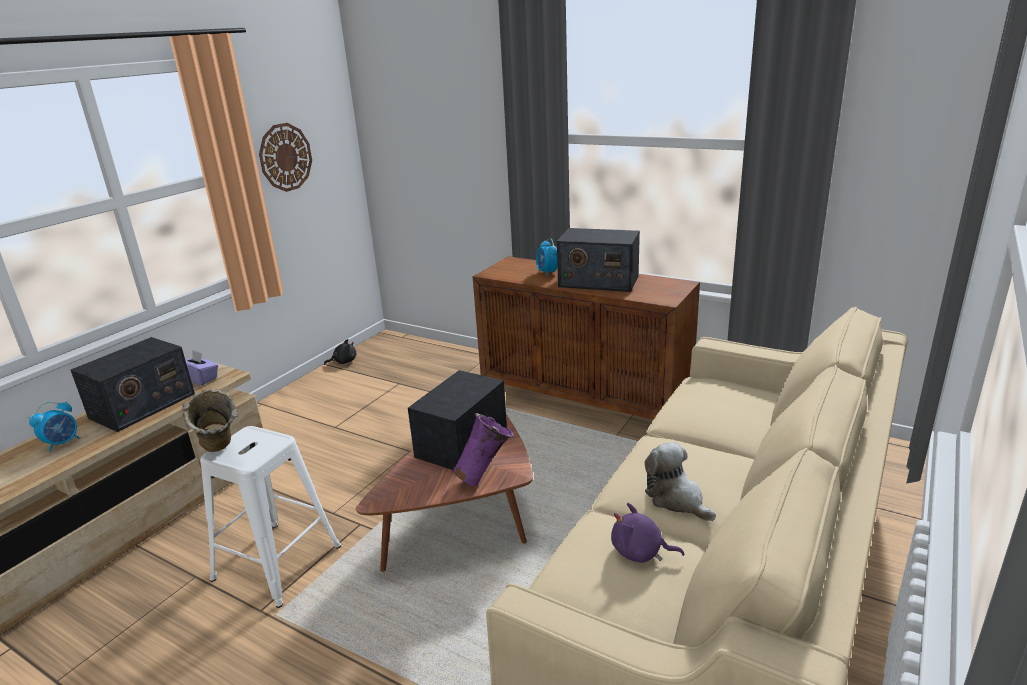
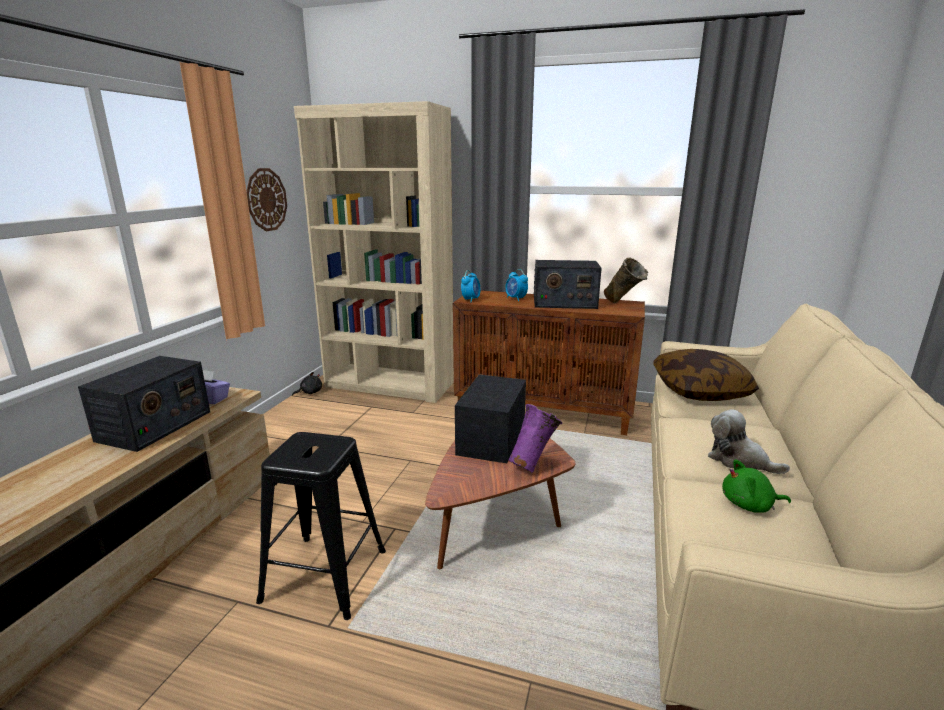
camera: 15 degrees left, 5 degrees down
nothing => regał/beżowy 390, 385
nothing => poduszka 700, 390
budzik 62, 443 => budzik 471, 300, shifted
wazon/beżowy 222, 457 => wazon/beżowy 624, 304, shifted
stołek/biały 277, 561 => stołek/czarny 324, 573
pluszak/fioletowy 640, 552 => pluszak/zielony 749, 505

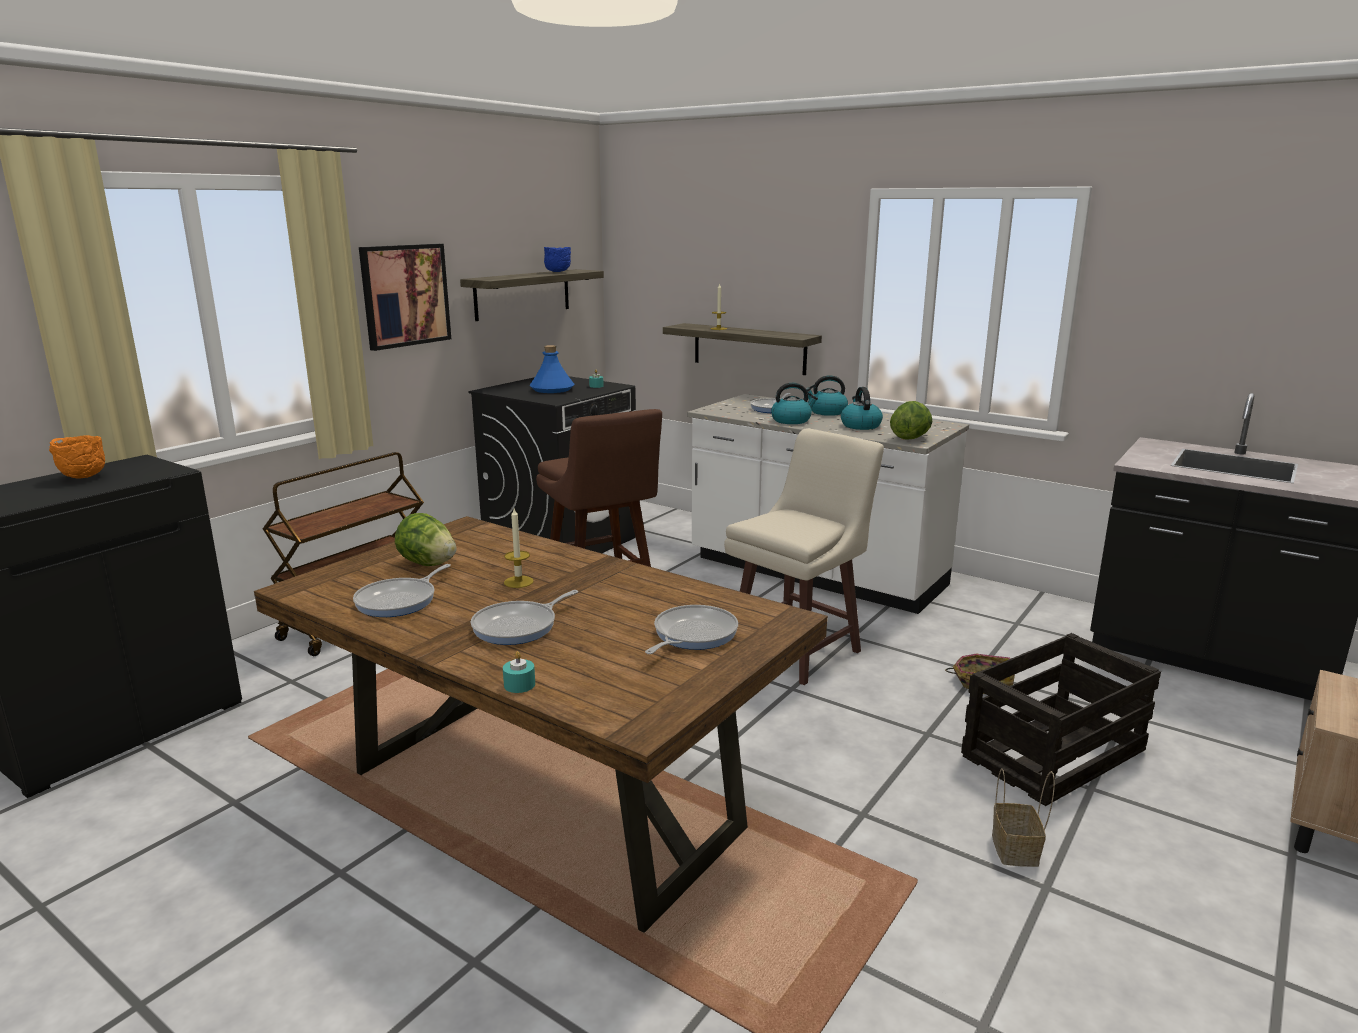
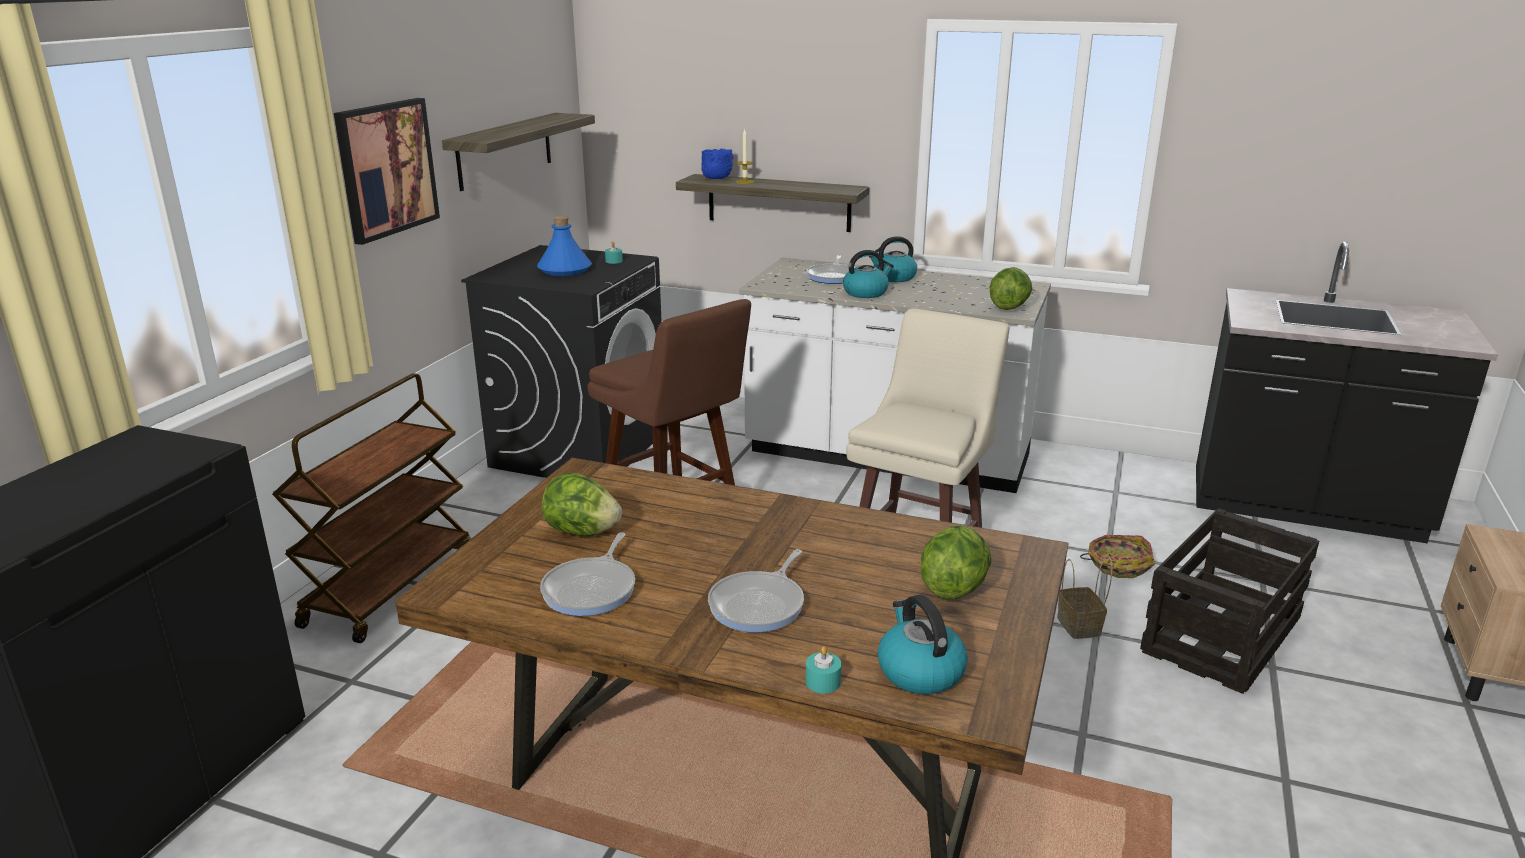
camera: 15 degrees left, 5 degrees up
miska/pomarańczowy 83, 478 => nothing
świeca 518, 582 => nothing
miska/niebieski 557, 272 => miska/niebieski 716, 179, shifted
czajnik 860, 425 => czajnik 919, 671, shifted
koszyk 1016, 851 => koszyk 1080, 626, shifted
patelnia 692, 635 => sałata 953, 587

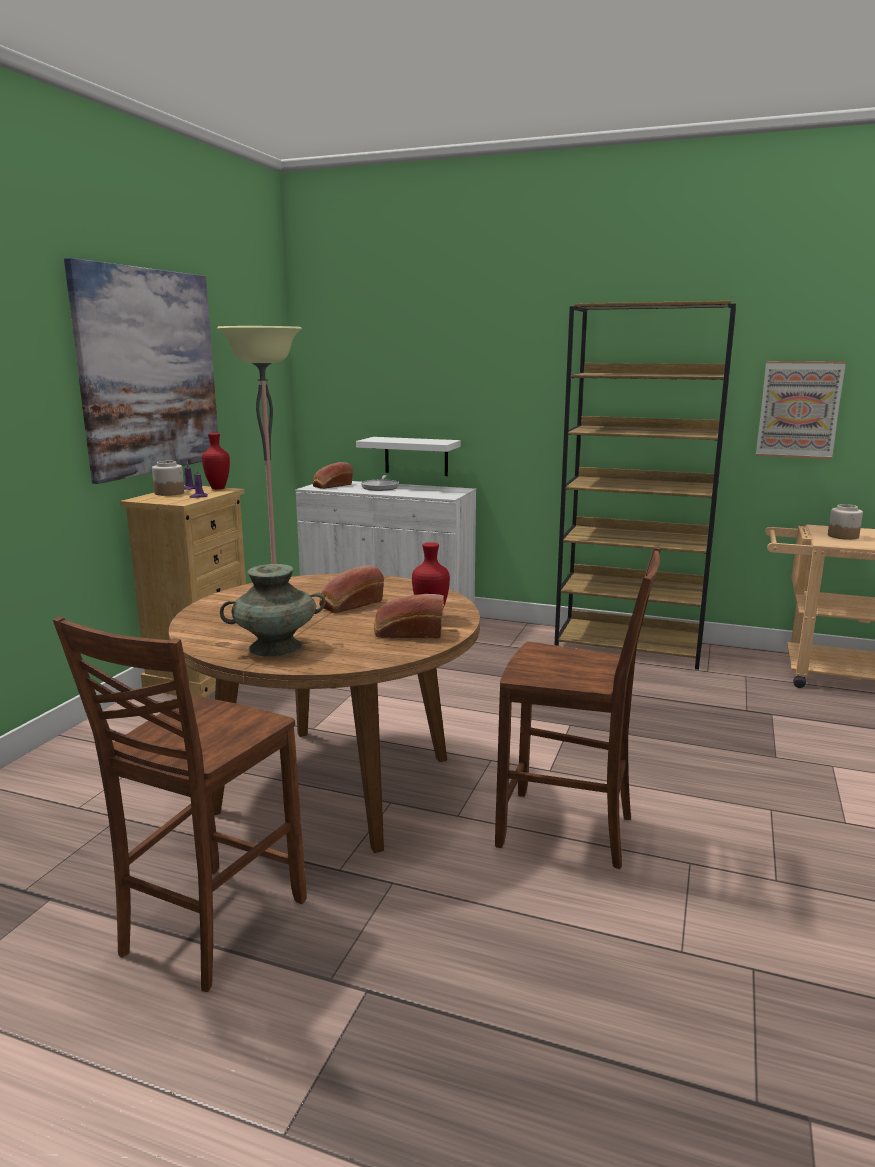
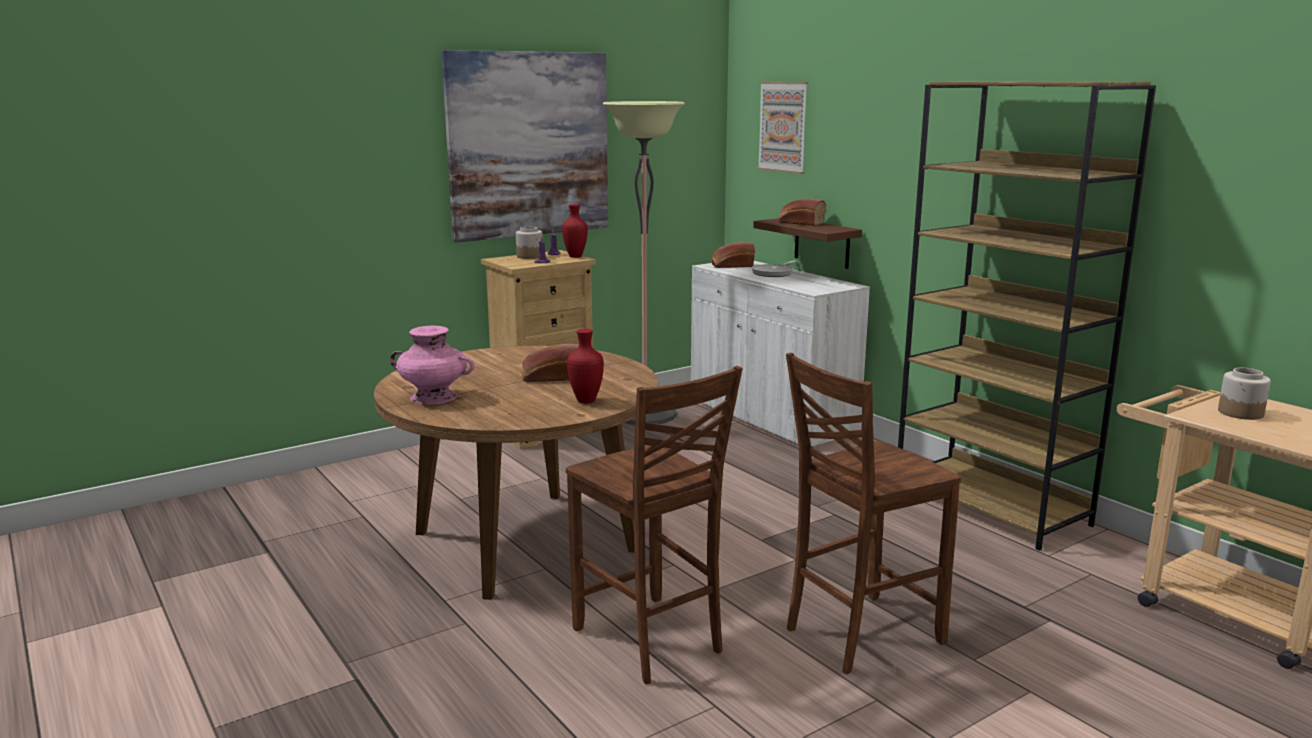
camera: 35 degrees right, 0 degrees up
krzesło/brązowy 209, 927 => krzesło/brązowy 859, 634, shifted
chleb 408, 633 => chleb 800, 223, shifted
obraz 799, 409 => obraz 783, 127, shifted
wazon/turkusowy 276, 647 => wazon/różowy 434, 397
półka/biały 416, 456 => półka/brązowy 822, 243

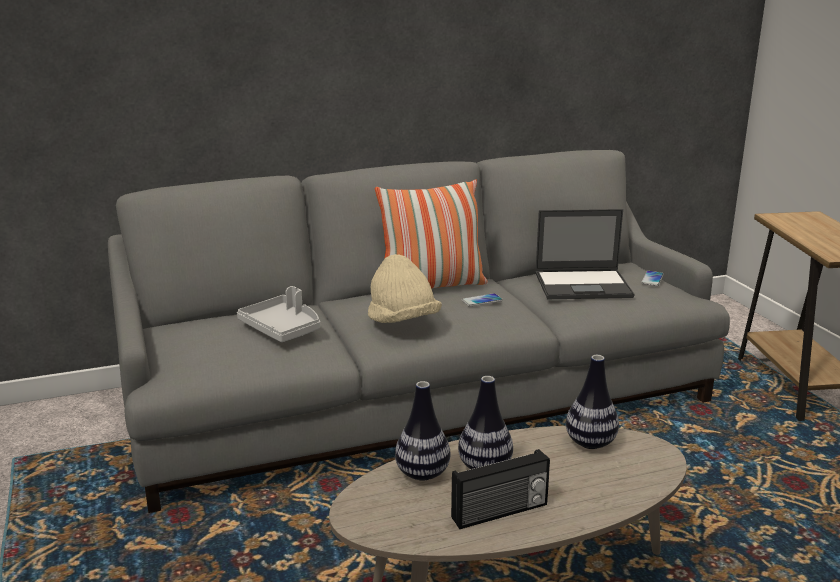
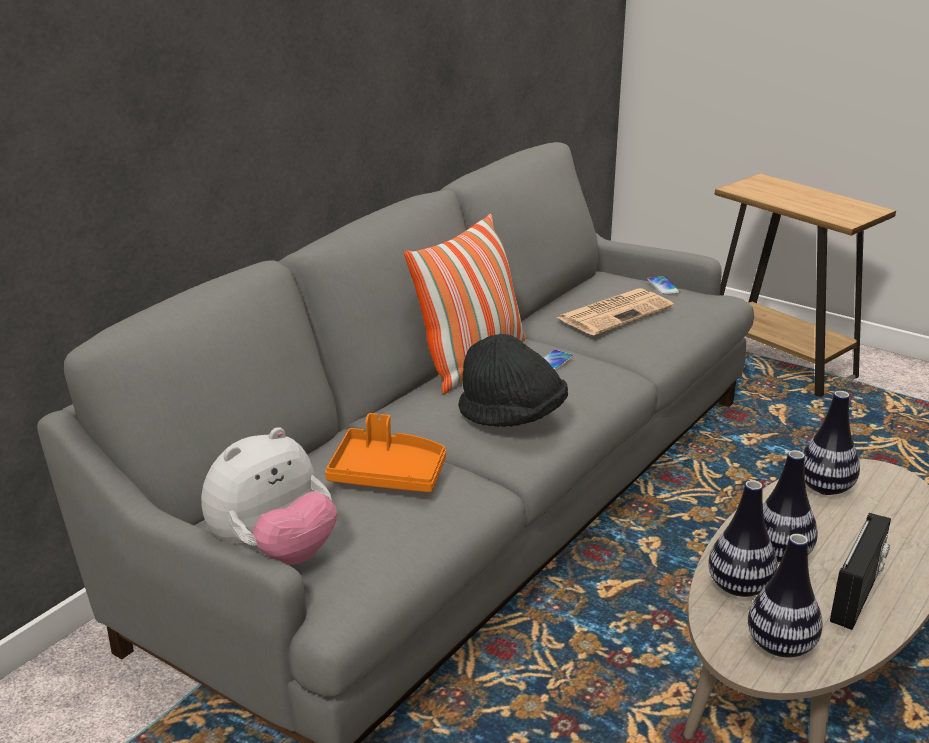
camera: 35 degrees left, 5 degrees up
nothing => pluszak 274, 552
nothing => wazon 780, 646
laptop 584, 285 => gazeta 615, 312
taca/szary 283, 328 => taca/pomarańczowy 388, 474
kapelusz/beżowy 402, 322 => kapelusz/czarny 512, 417

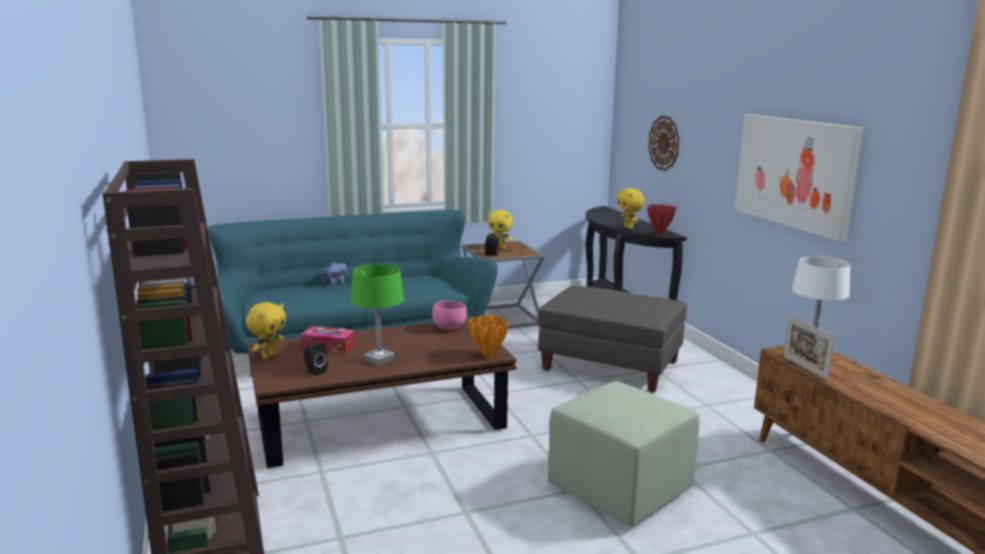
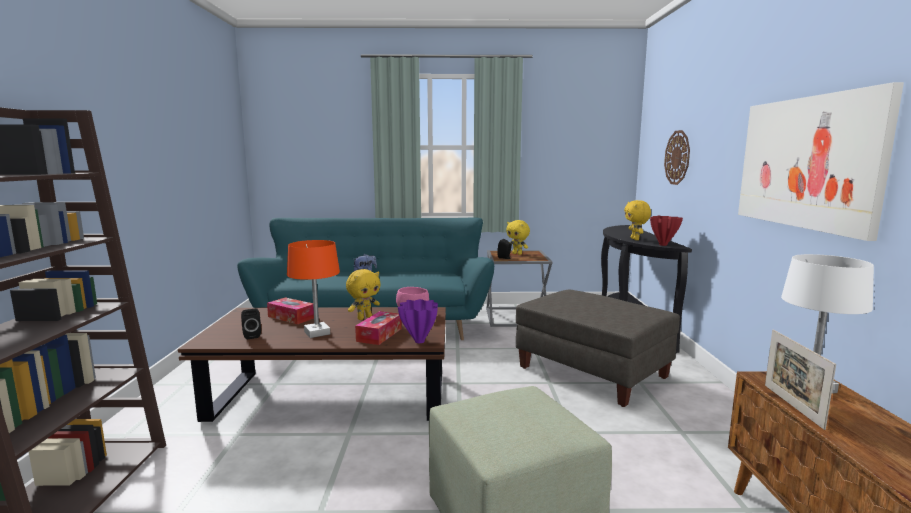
camera: 20 degrees right, 5 degrees down
nothing => pudełko chusteczek 379, 335
pluszak/żółty 269, 356 => pluszak/żółty 364, 318, shifted
lampa stołowa/zielony 379, 360 => lampa stołowa/pomarańczowy 317, 333
wazon/pomarańczowy 487, 355 => wazon/fioletowy 419, 341

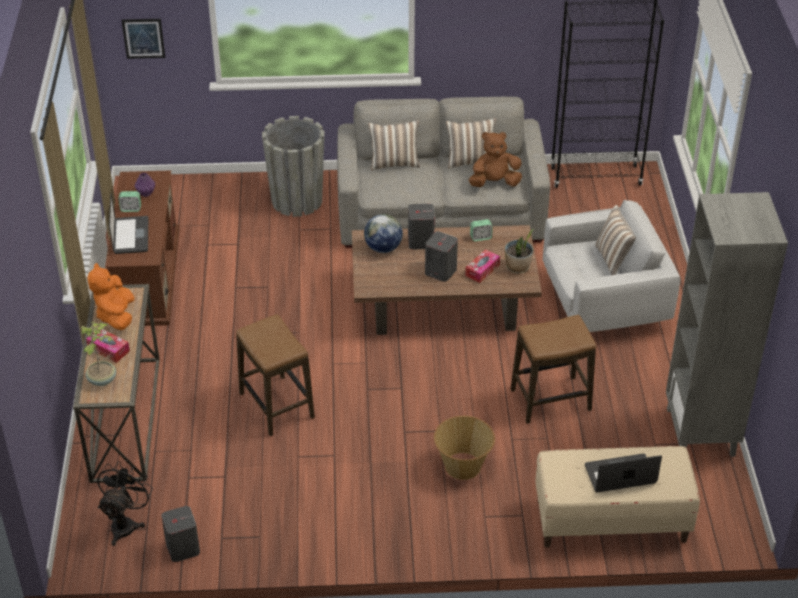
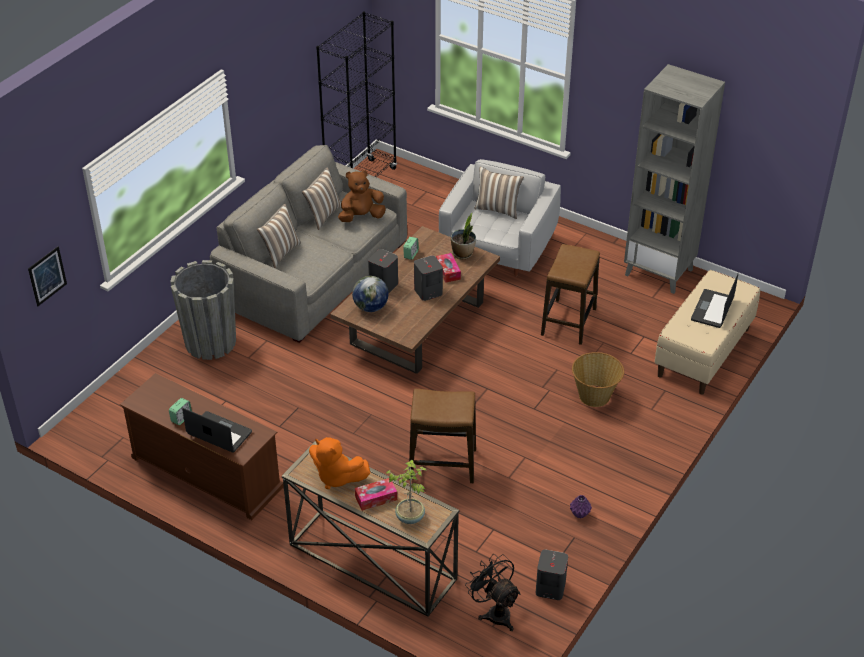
camera: 55 degrees left, 0 degrees up
wazon/fioletowy 146, 193 => wazon/fioletowy 580, 514, shifted
pluszak/brązowy 494, 183 => pluszak/brązowy 361, 217, 45 degrees clockwise

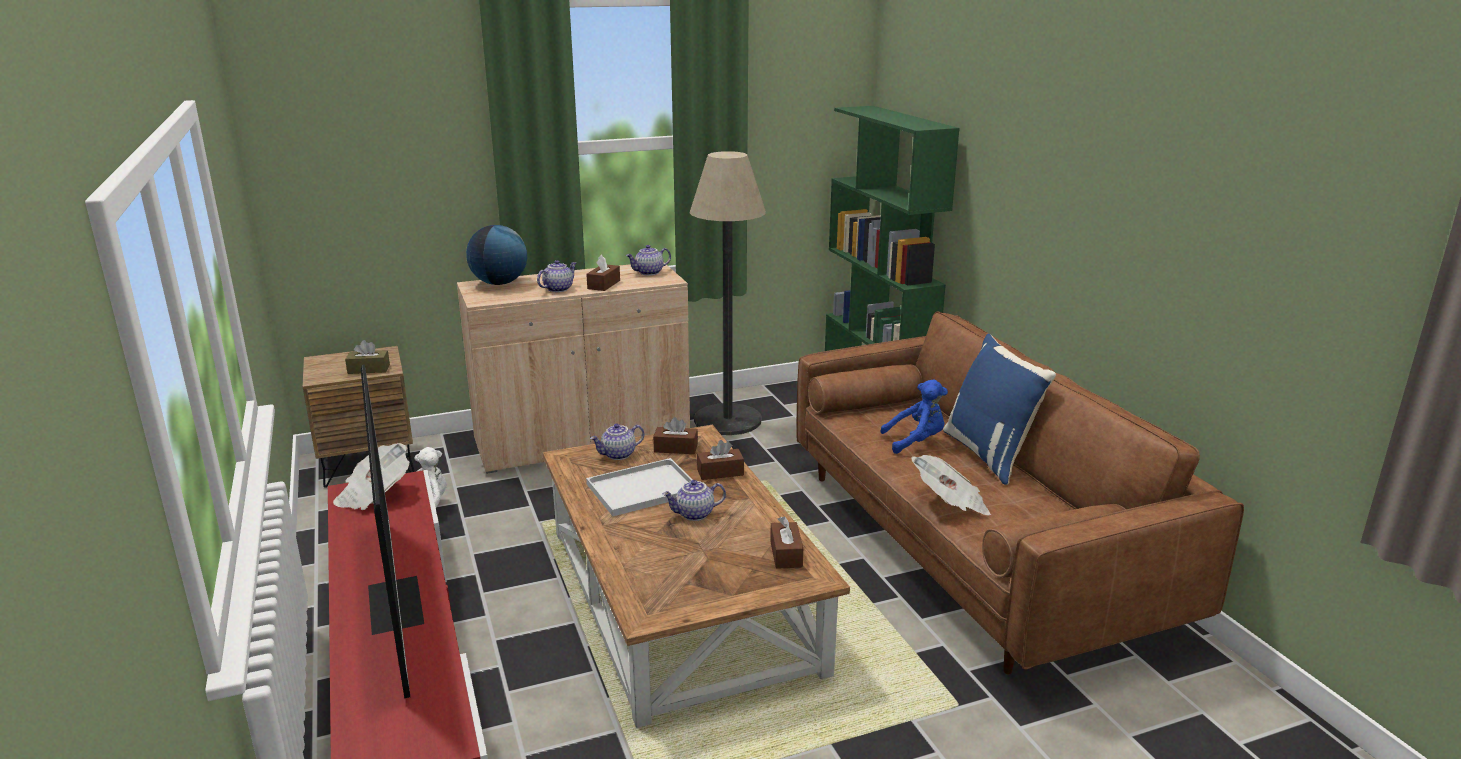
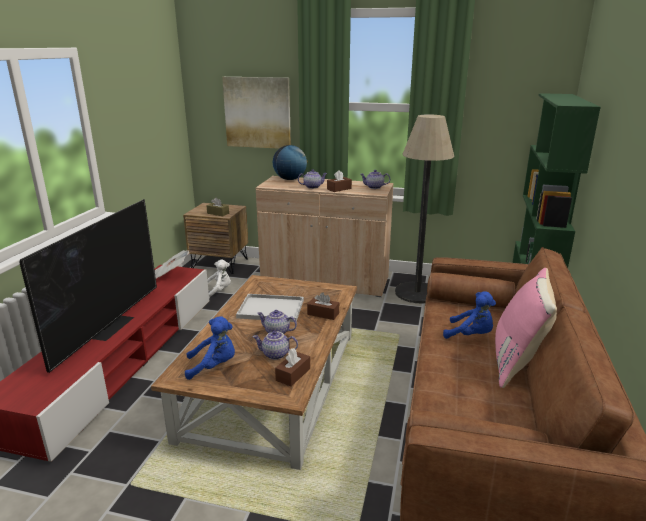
camera: 35 degrees right, 0 degrees up
pudełko chusteczek/brązowy 675, 448 => nothing
gazeta 950, 504 => nothing
nothing => pluszak/niebieski 214, 366
nothing => obraz 257, 112
imbryk 618, 455 => imbryk 275, 355, shifted
poduszka/niebieski 990, 454 => poduszka/różowy 518, 362

